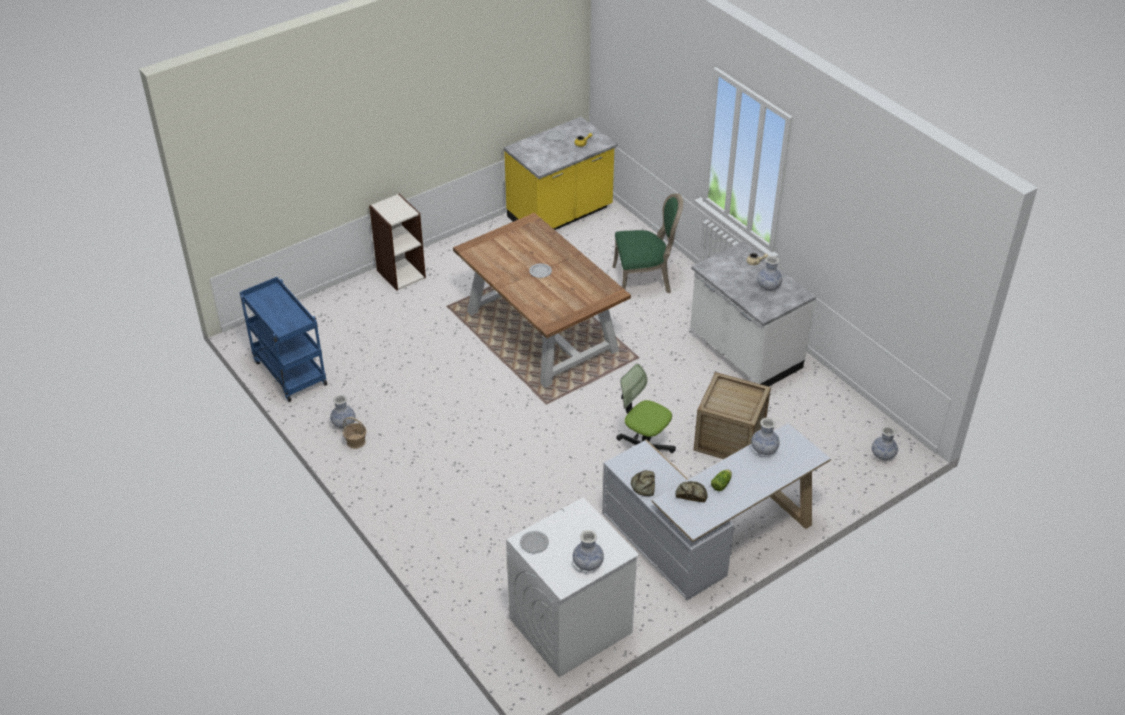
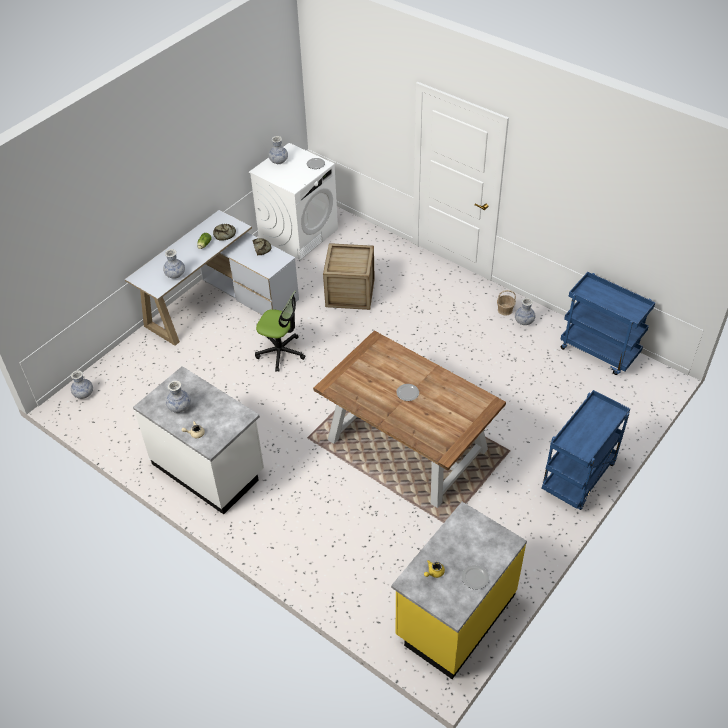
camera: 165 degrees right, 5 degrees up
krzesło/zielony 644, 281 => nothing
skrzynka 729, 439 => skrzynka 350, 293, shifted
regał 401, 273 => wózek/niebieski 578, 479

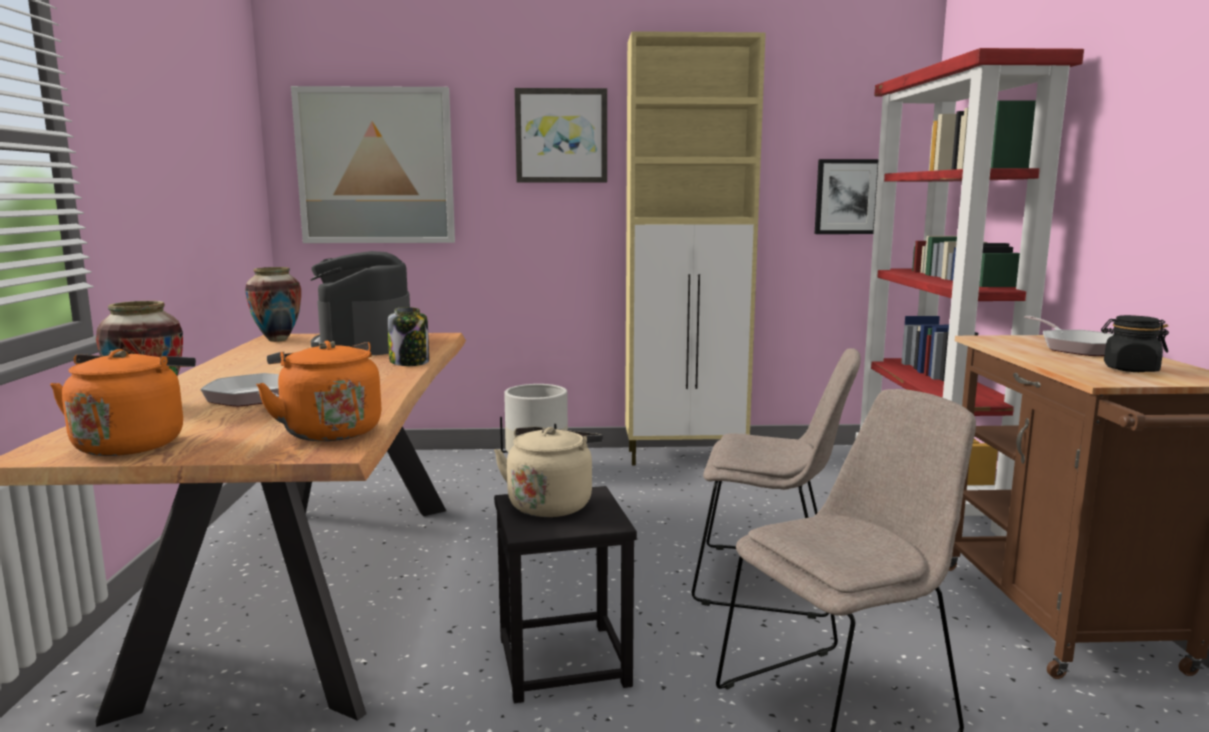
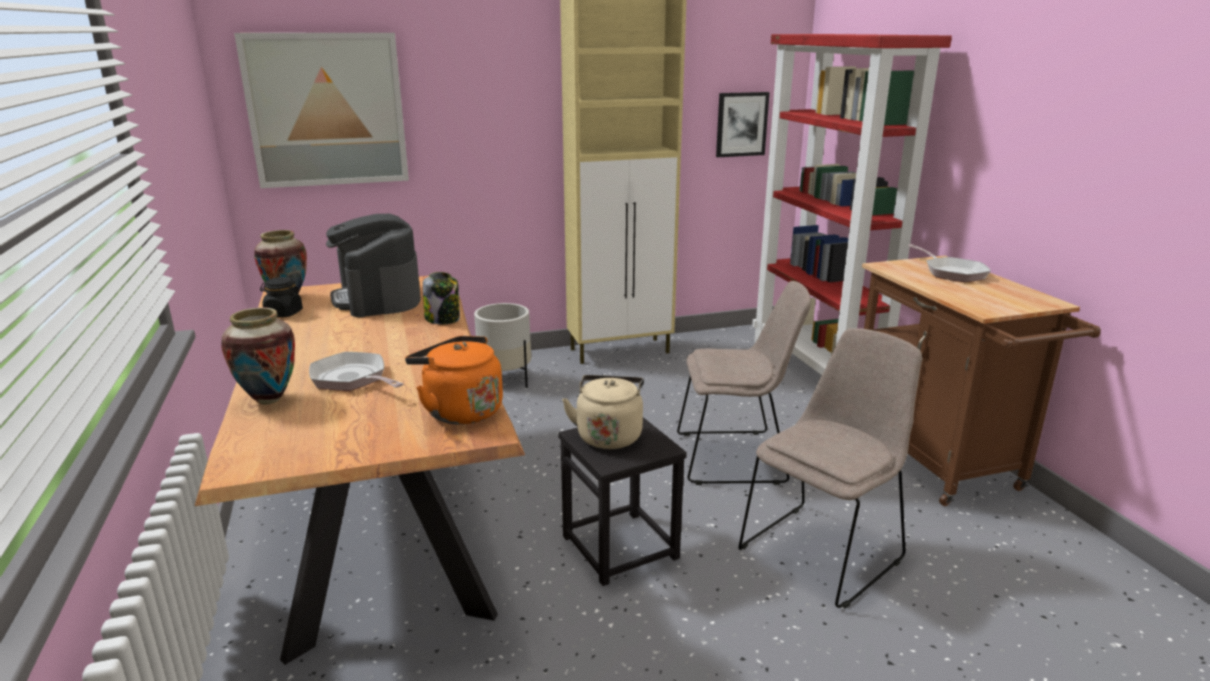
camera: 15 degrees left, 10 degrees up
czajnik/pomarańczowy 133, 443 => nothing
obraz 561, 136 => nothing
słoik/czarny 1130, 369 => słoik/czarny 283, 313, shifted

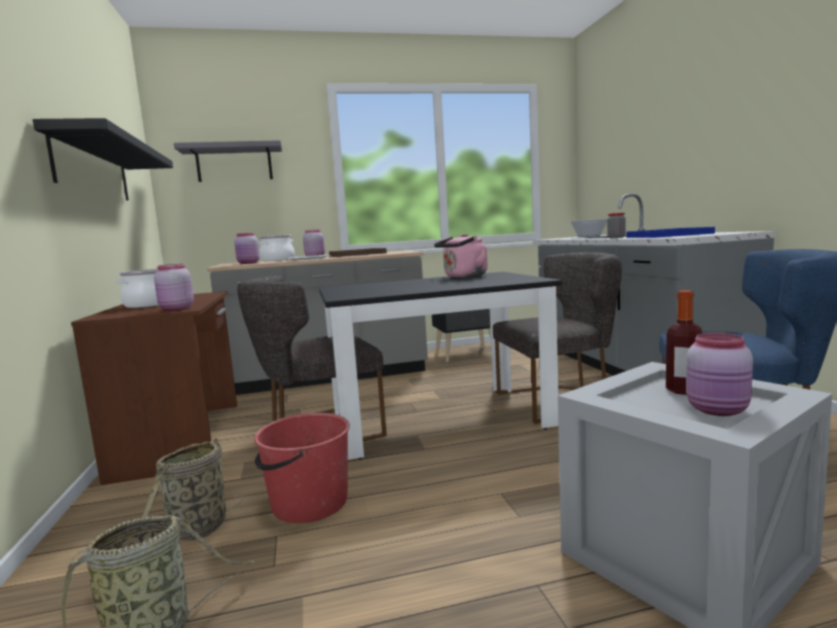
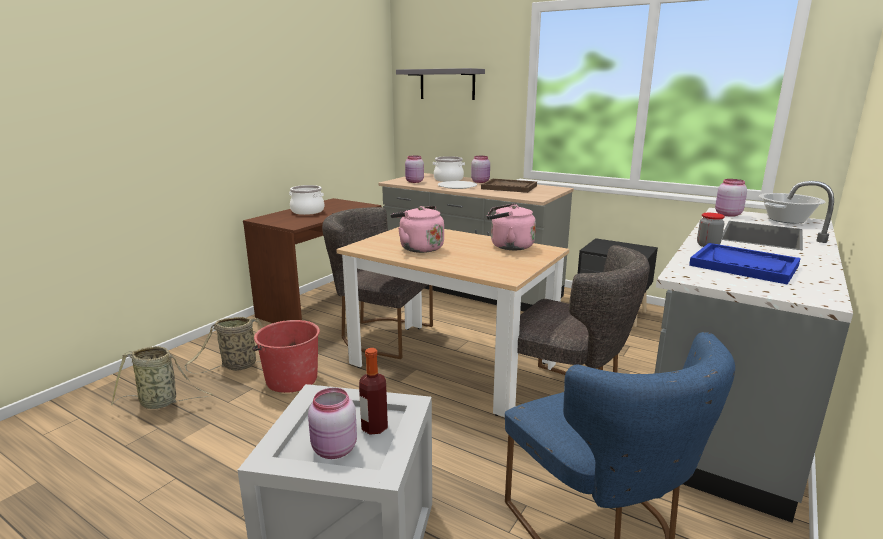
camera: 45 degrees right, 10 degrees up
półka/czarny 93, 169 => nothing
nothing => czajnik/różowy 419, 248
słoik/różowy 176, 309 => słoik/różowy 727, 214, shifted
stół jadalny/czarny 438, 420 => stół jadalny/beżowy 452, 365

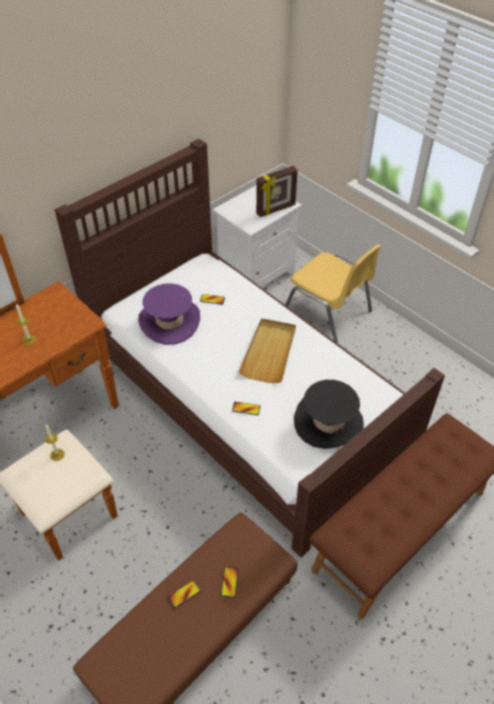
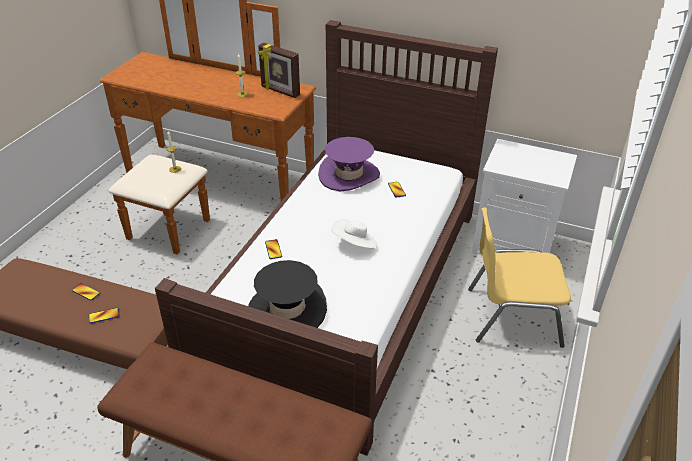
camera: 65 degrees right, 10 degrees down
ramka na zdjęcie 276, 209 => ramka na zdjęcie 280, 91, shifted
taca/beżowy 269, 352 => kapelusz/biały 355, 244
krzesło/żółty 328, 312 => krzesło/żółty 511, 315, 75 degrees clockwise

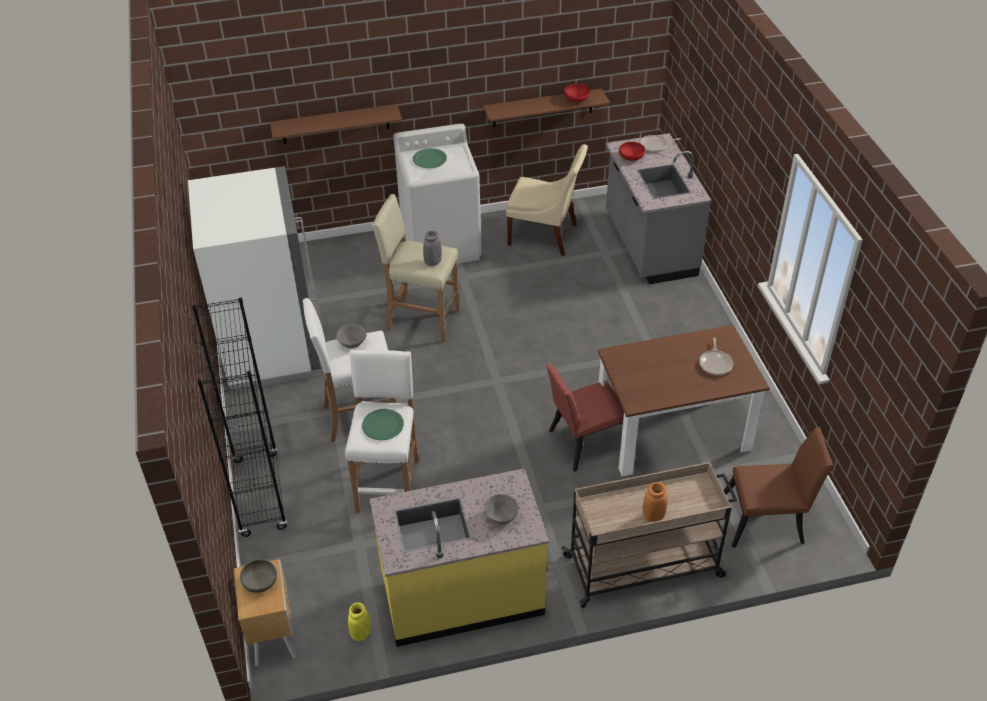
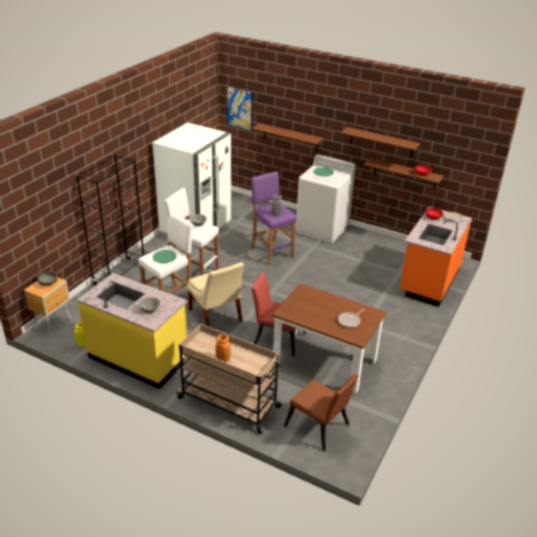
camera: 40 degrees right, 10 degrees down
nothing => obraz 239, 108
nothing => półka/brązowy 382, 142
krzesło/beżowy 545, 236 => krzesło/beżowy 216, 317, shifted
stołek/beżowy 422, 320 => stołek/fioletowy 271, 252
zabudowa kuchenna/szary 649, 246 => zabudowa kuchenna/pomarańczowy 428, 281

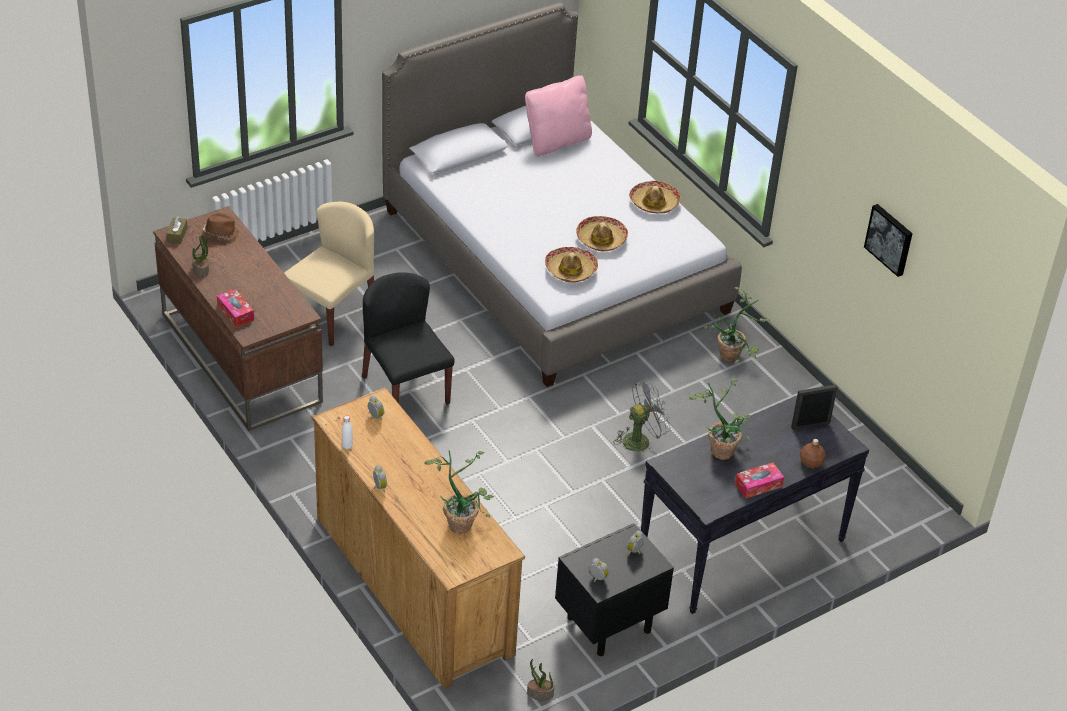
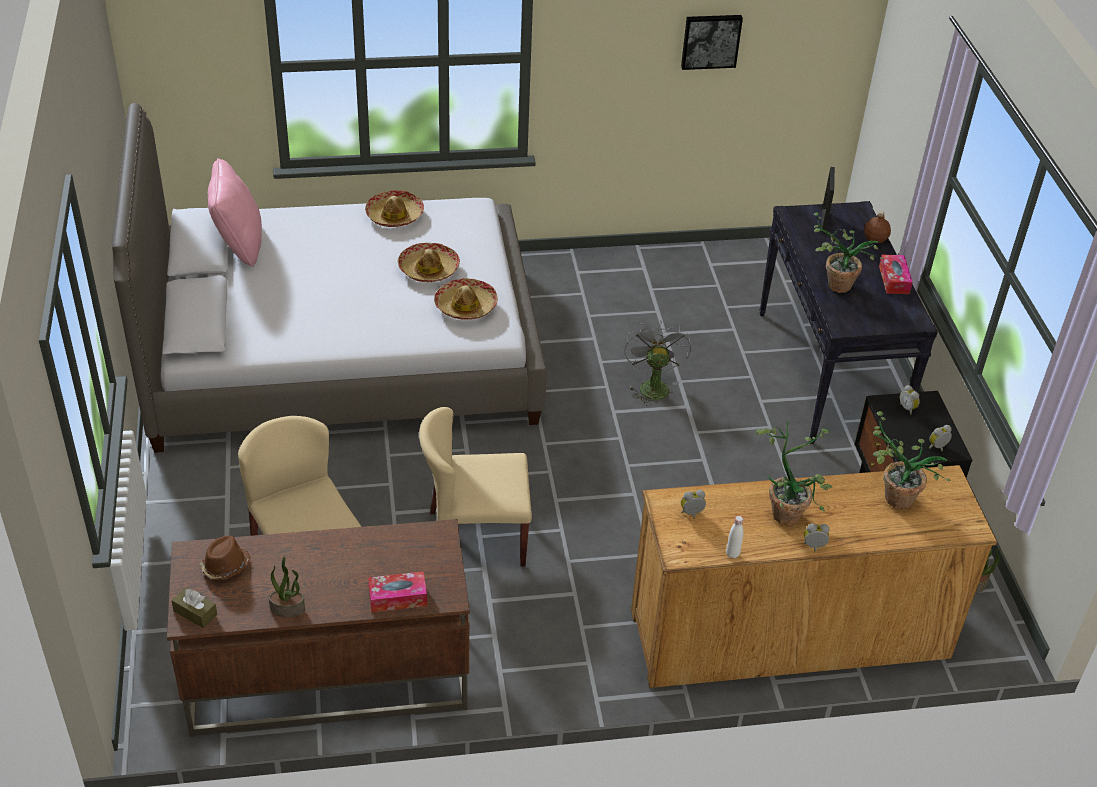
camera: 65 degrees left, 0 degrees up
roślina doniczkowa 735, 355 => roślina doniczkowa 787, 509, shifted
krzesło/czarny 405, 389 => krzesło/beżowy 475, 538

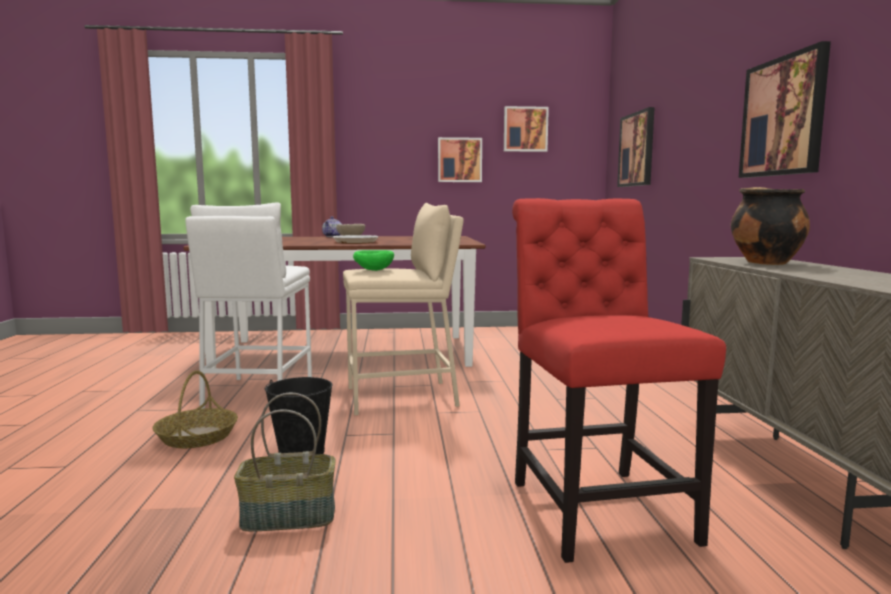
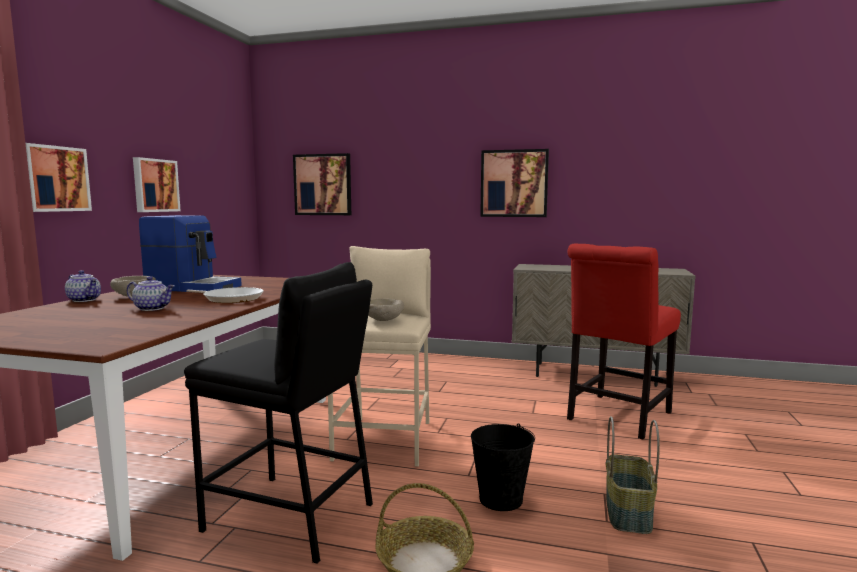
camera: 70 degrees left, 0 degrees up
garnek 764, 263 => nothing
nothing => imbryk 153, 308
nothing => ekspres do kawy 193, 287
obraz 525, 129 => obraz 55, 179, shifted
stołek/biały 258, 393 => stołek/czarny 290, 517
miska/zielony 373, 270 => miska/beżowy 383, 321
krzesło/czerwony 596, 507 => krzesło/czerwony 616, 418, 60 degrees counterclockwise

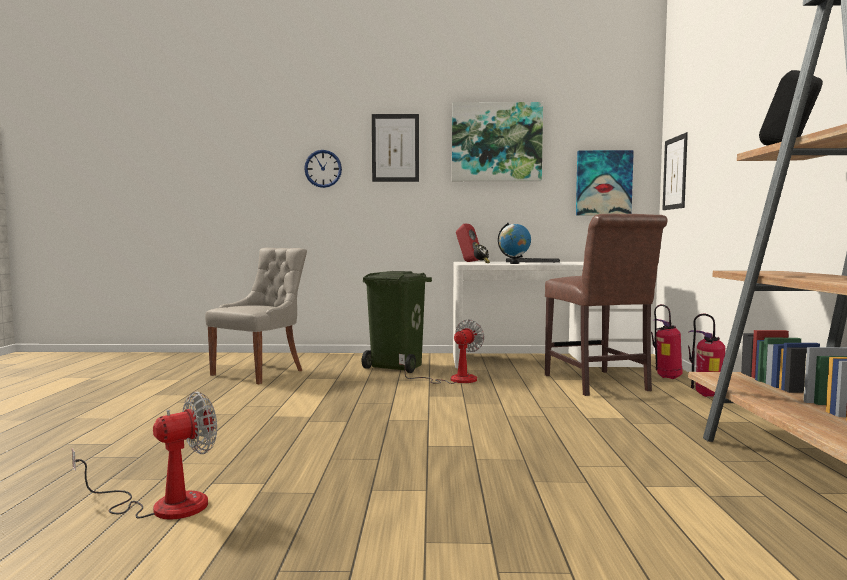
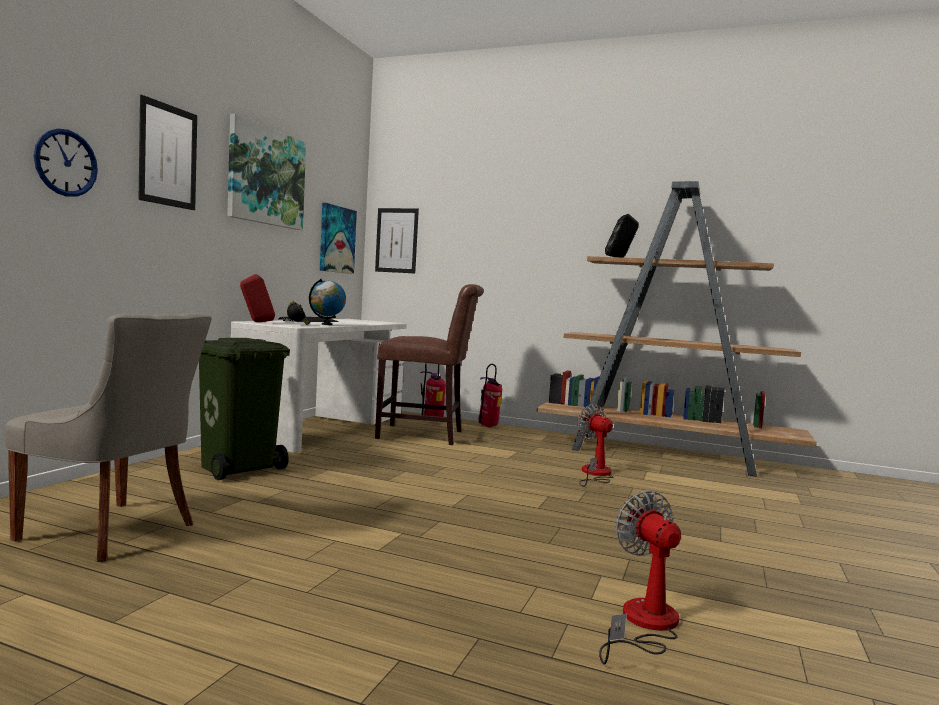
camera: 70 degrees left, 0 degrees up
wentylator 453, 380 => wentylator 595, 474, shifted
krzesło/szary 260, 372 => krzesło/szary 112, 532, 150 degrees clockwise

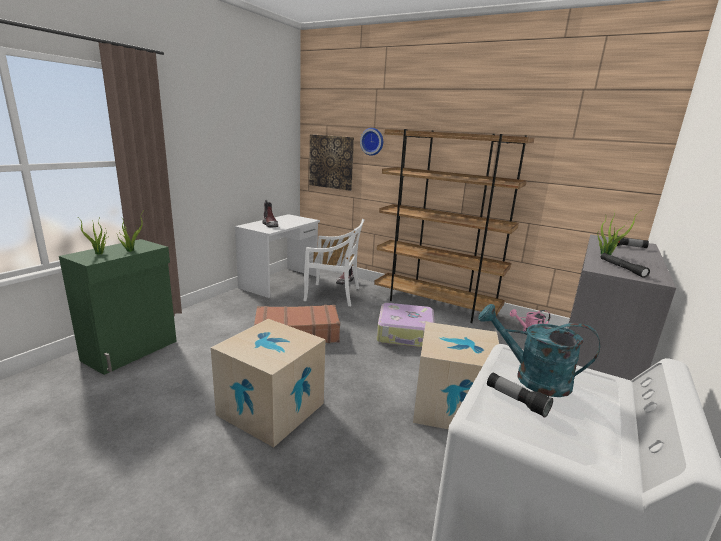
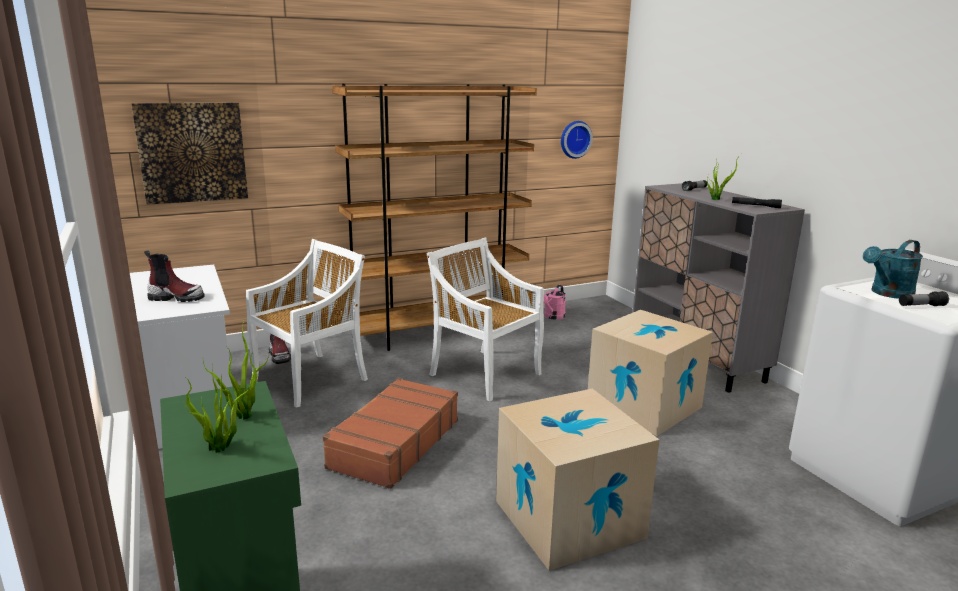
camera: 55 degrees left, 0 degrees up
zegar ścienny 372, 141 => zegar ścienny 574, 139, shifted
walizka 405, 334 => krzesło/biały 484, 374

